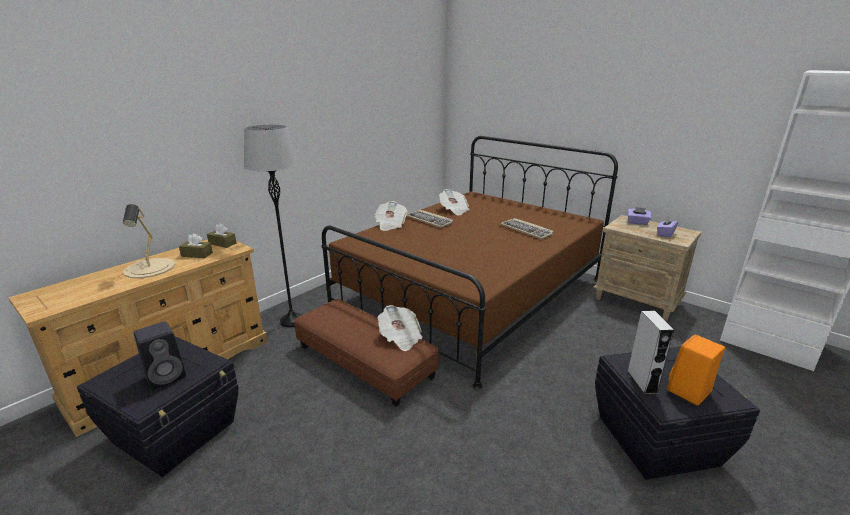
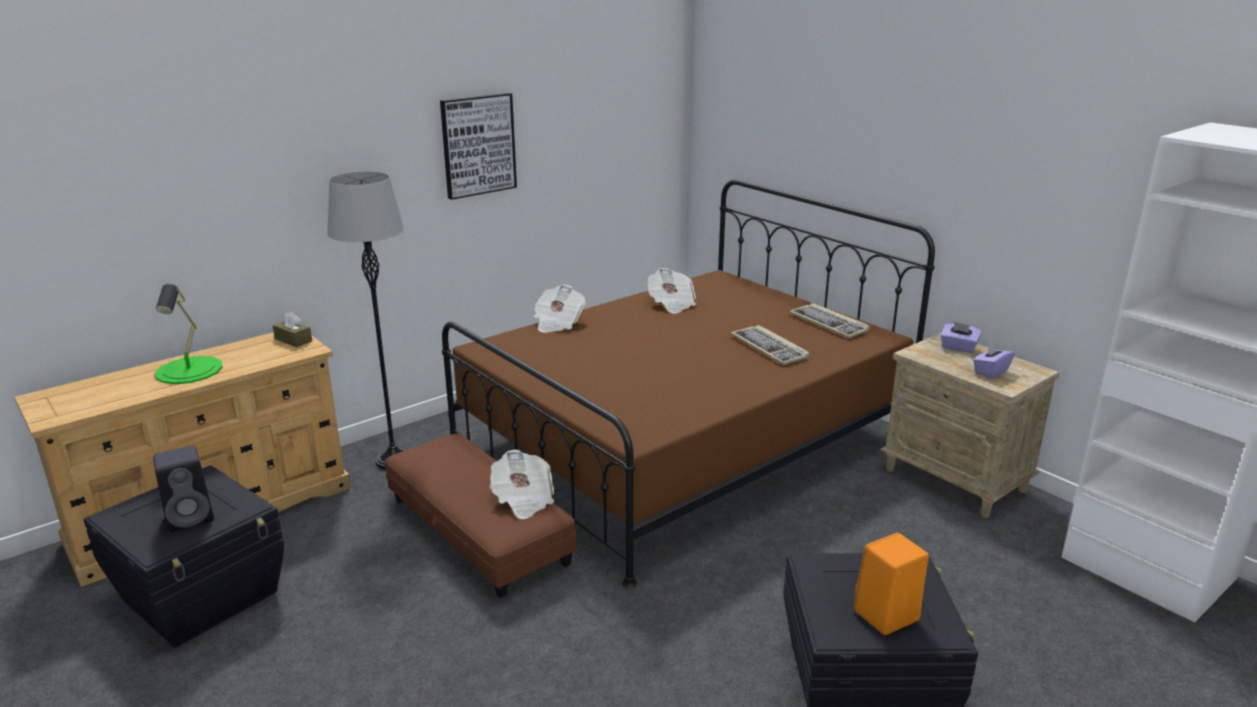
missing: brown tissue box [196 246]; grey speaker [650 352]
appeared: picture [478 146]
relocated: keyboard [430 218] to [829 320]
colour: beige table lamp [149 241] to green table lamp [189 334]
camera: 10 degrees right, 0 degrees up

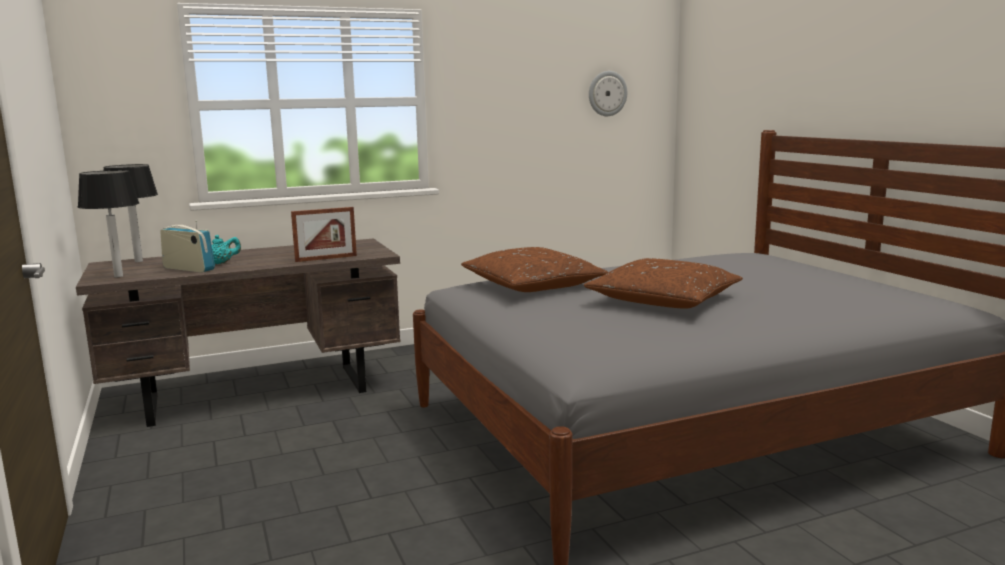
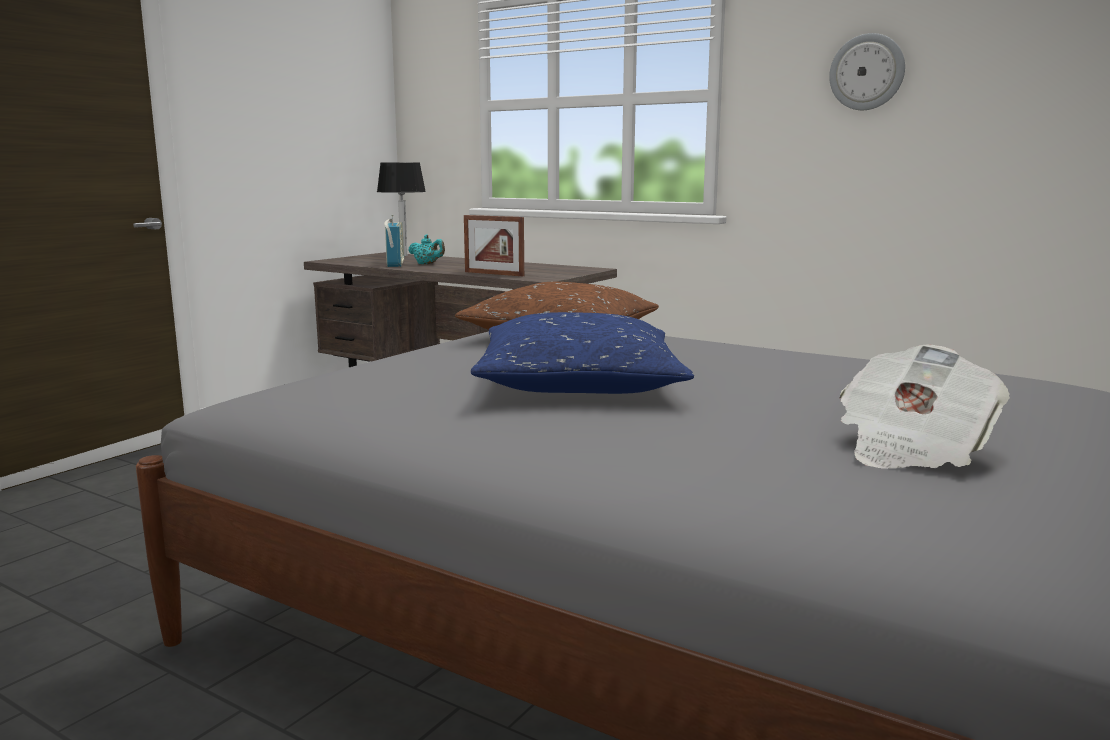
missing: table lamp [108 223]
appeared: newspaper [924 406]
relocated: wall clock [608 93] to [867 71]
colour: brown pillow [663 283] to blue pillow [582 353]
camera: 55 degrees right, 0 degrees up

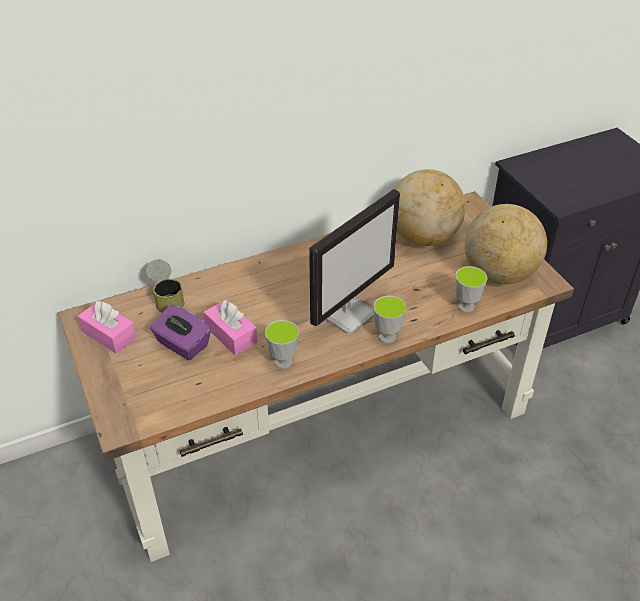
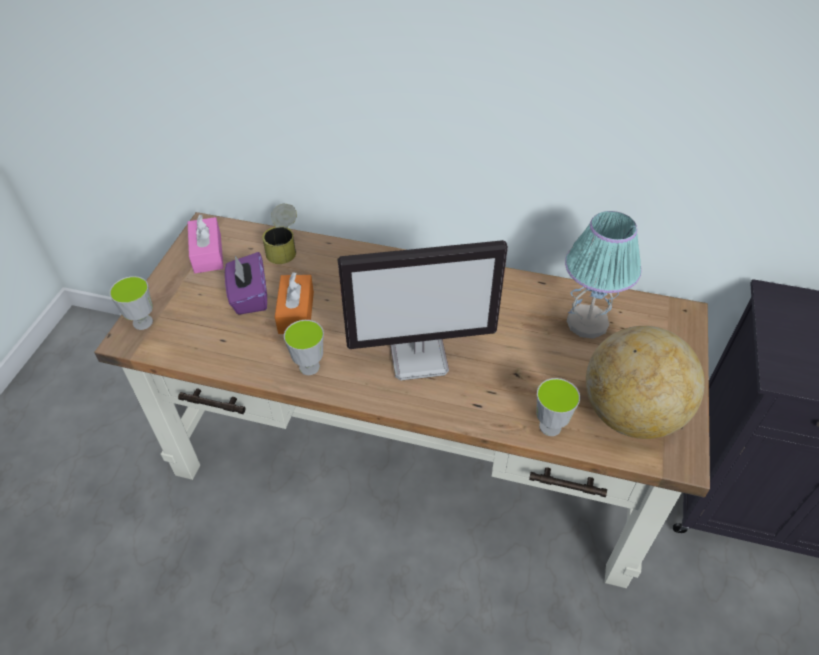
relocated: cup [389 319] to [131 303]
exchanged: globe [430 207] to table lamp [603 275]
colour: pink tissue box [230 327] to orange tissue box [294 303]
camera: 40 degrees right, 5 degrees up

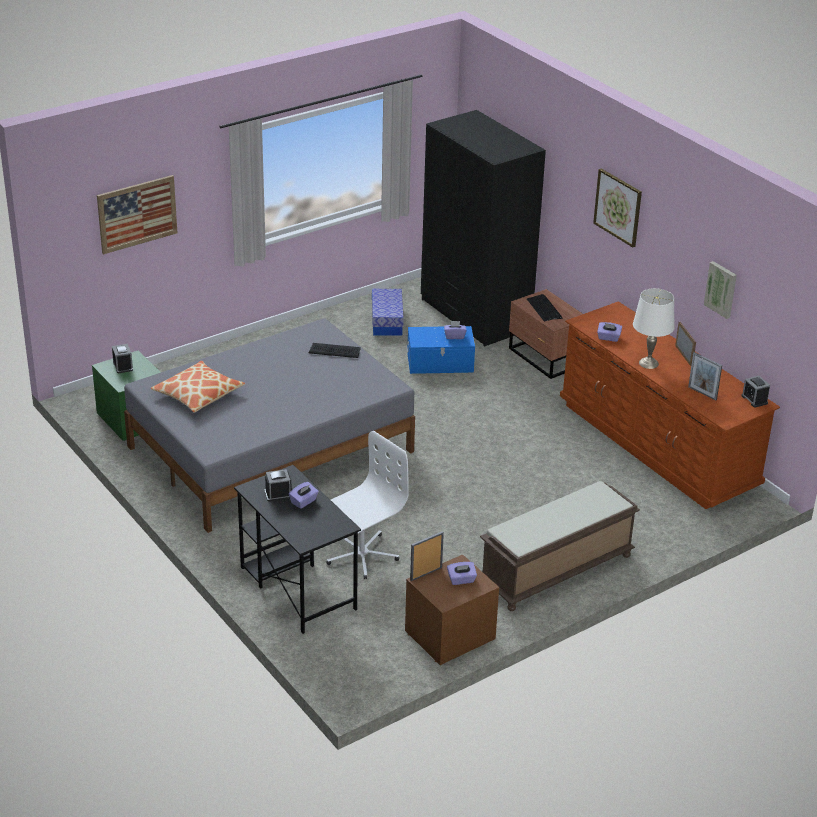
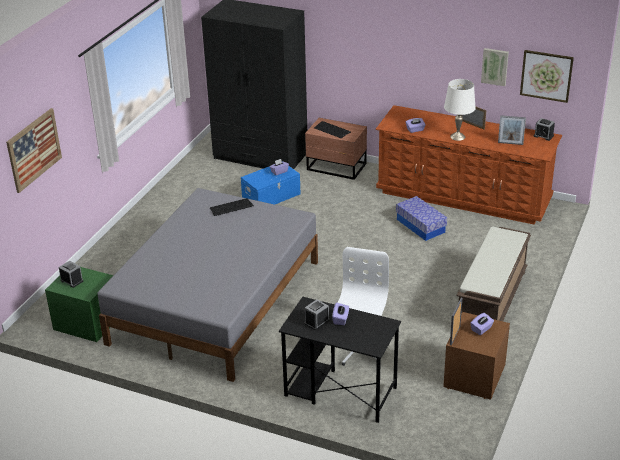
missing: pillow [198 387]
relocated: storage box [388 312] to [421 218]; picture [617 207] to [547 76]
camera: 30 degrees left, 0 degrees up

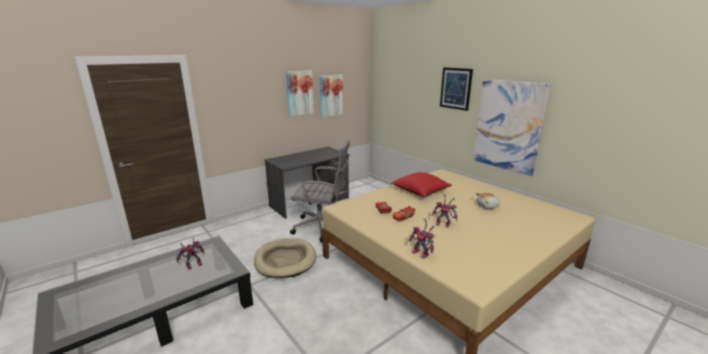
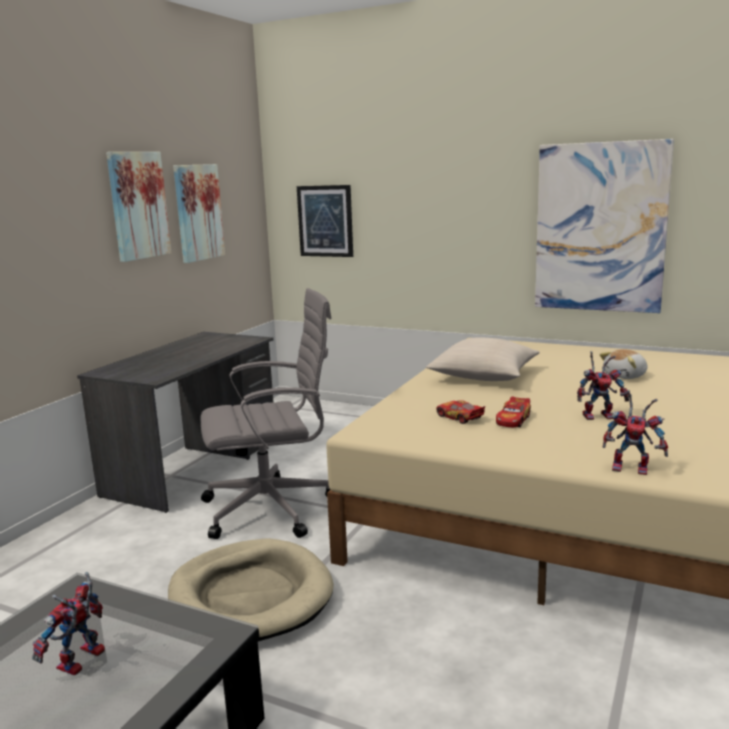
relocated: picture [456 89] to [325 221]
colour: red pillow [421 184] to beige pillow [483 359]
camera: 25 degrees left, 5 degrees down

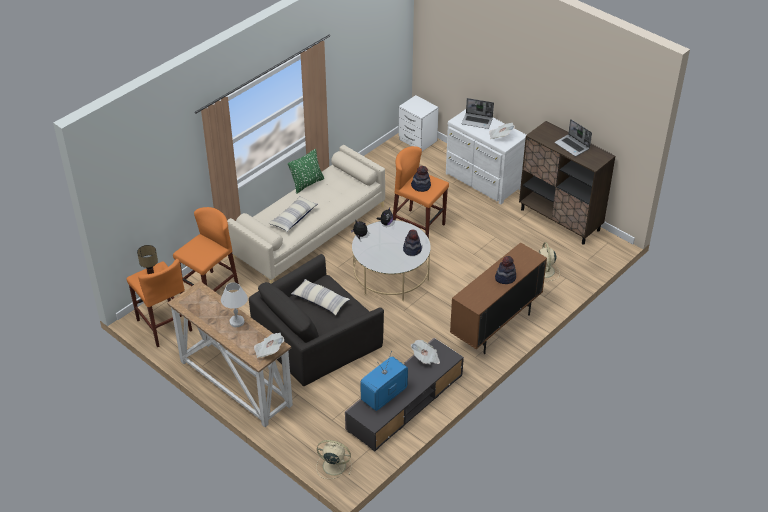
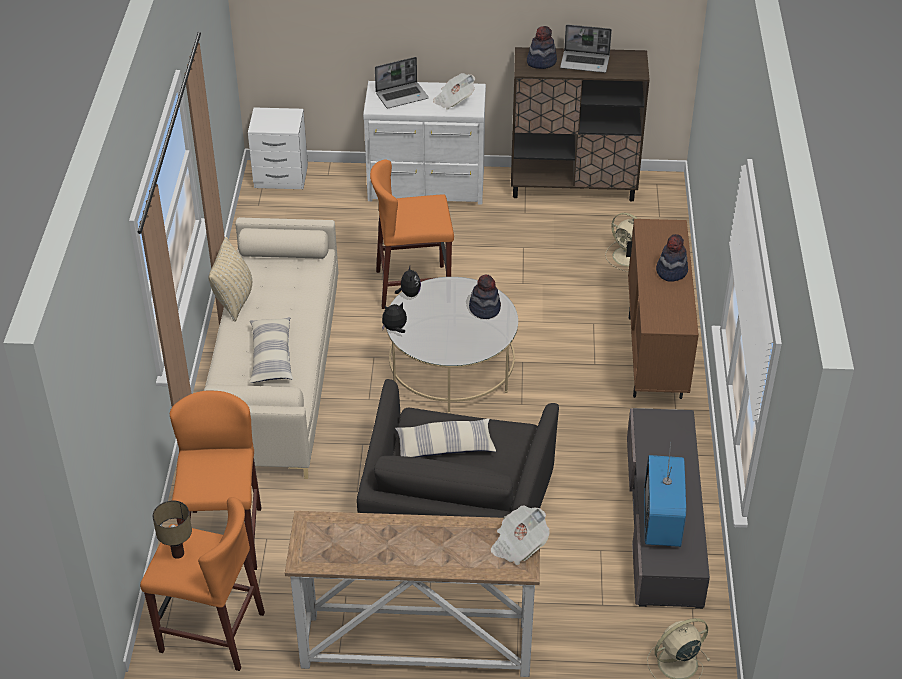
missing: white table lamp [234 304]; newspaper [425 352]
relocated: hat [421 179] to [542 47]
colour: green pillow [306 171] to beige pillow [230 279]
camera: 40 degrees left, 0 degrees up

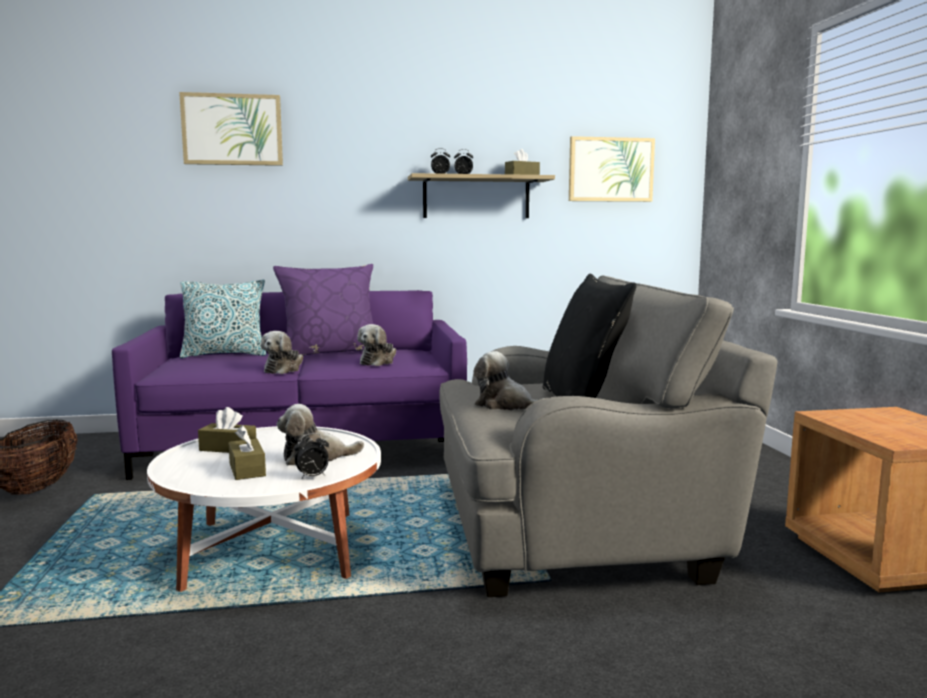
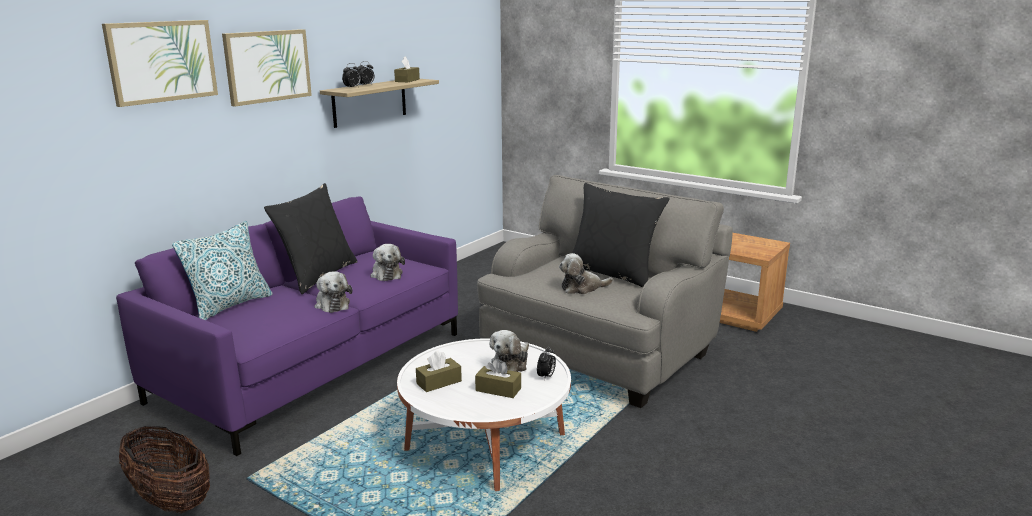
relocated: picture [612 169] to [267 68]
colour: purple pillow [323 310] to black pillow [311 238]
camera: 45 degrees left, 10 degrees up

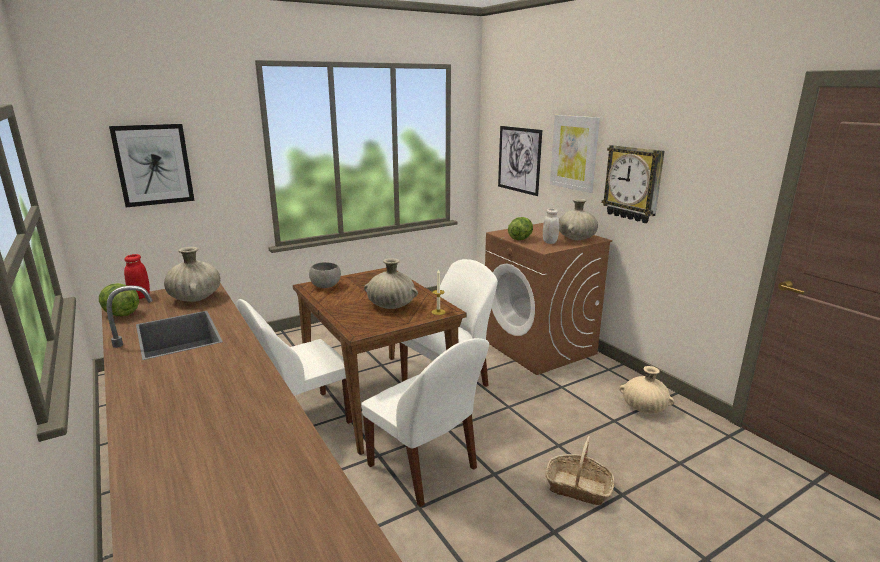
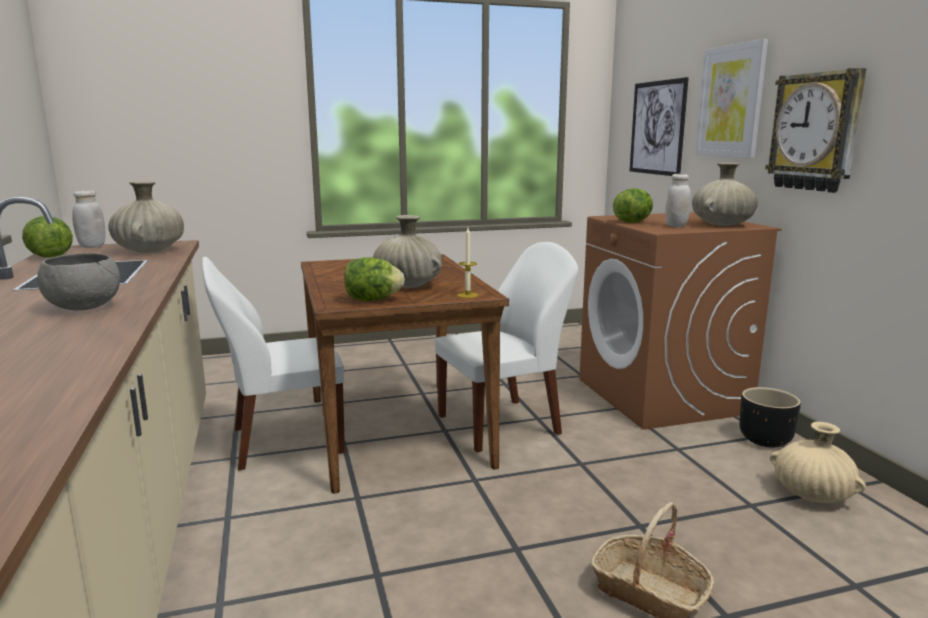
missing: picture [152 165]; white chair [425 422]
appeared: lettuce [374 279]; black planter [770 417]
relocated: grey bowl [325 275] to [78 281]
colour: red jar [137 276] to white jar [89 219]
camera: 15 degrees right, 5 degrees down

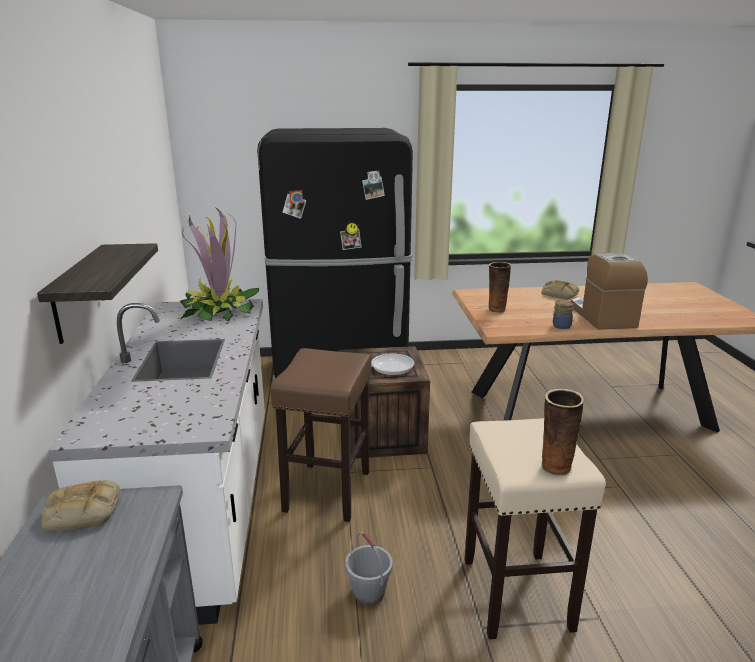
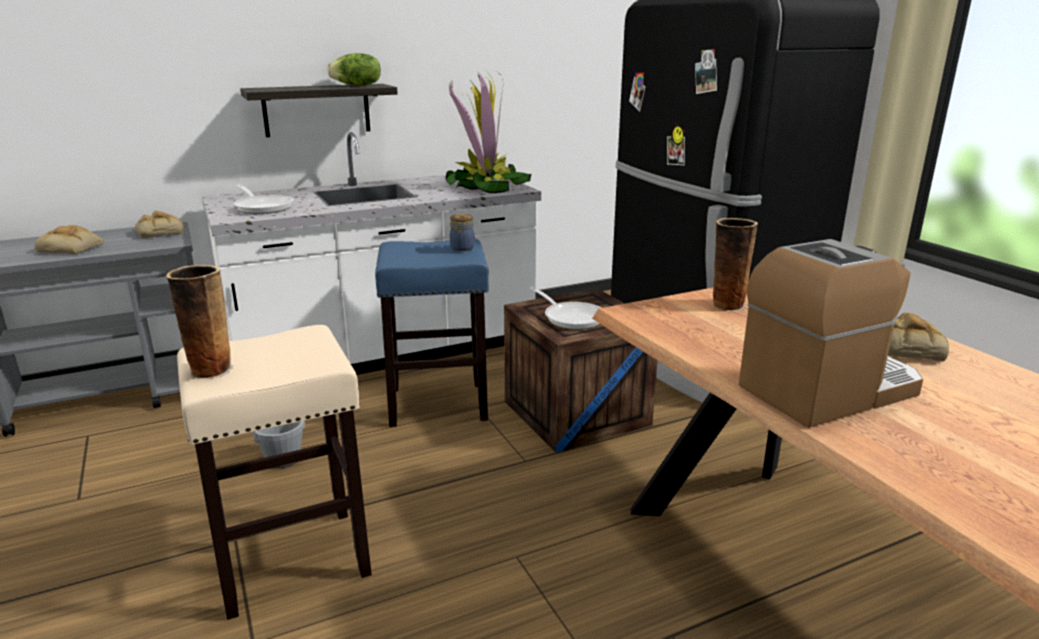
appeared: bread [69 239]; frying pan [264 199]; lettuce [354 69]
relocated: jar [563 315] to [462 232]
colour: brown stool [320 435] to blue stool [432 333]
camera: 70 degrees right, 0 degrees up

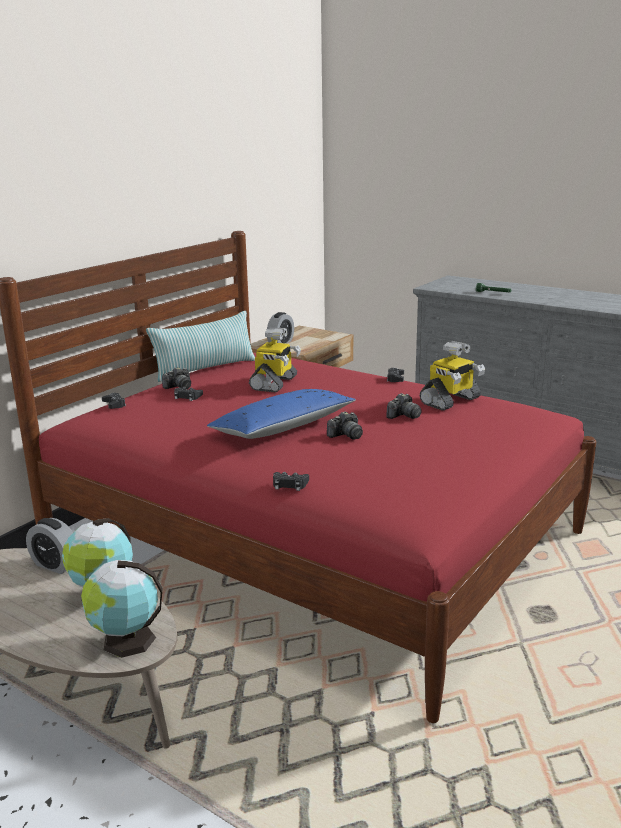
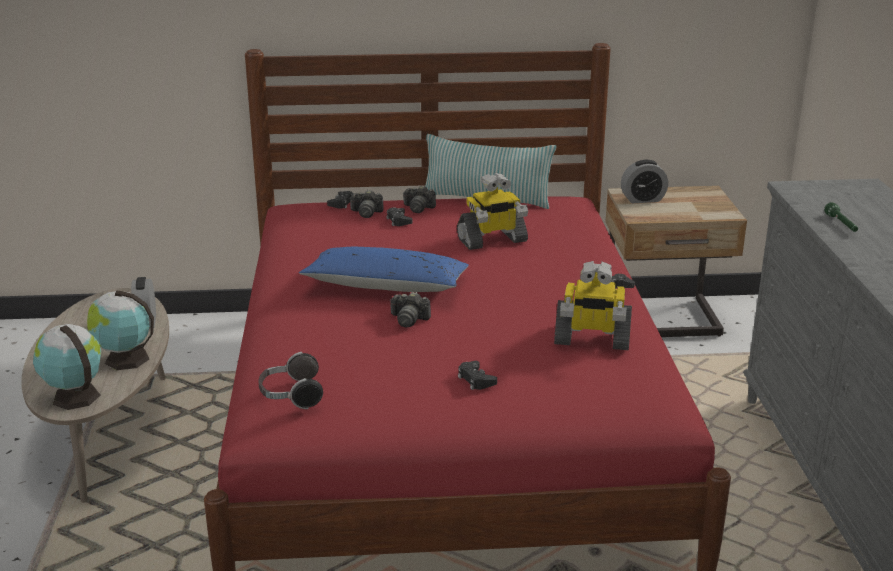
appeared: headphones [290 380]
relocated: photo camera [404 406] to [366 204]; black game controller [291 481] to [477 375]
camera: 50 degrees right, 5 degrees up

